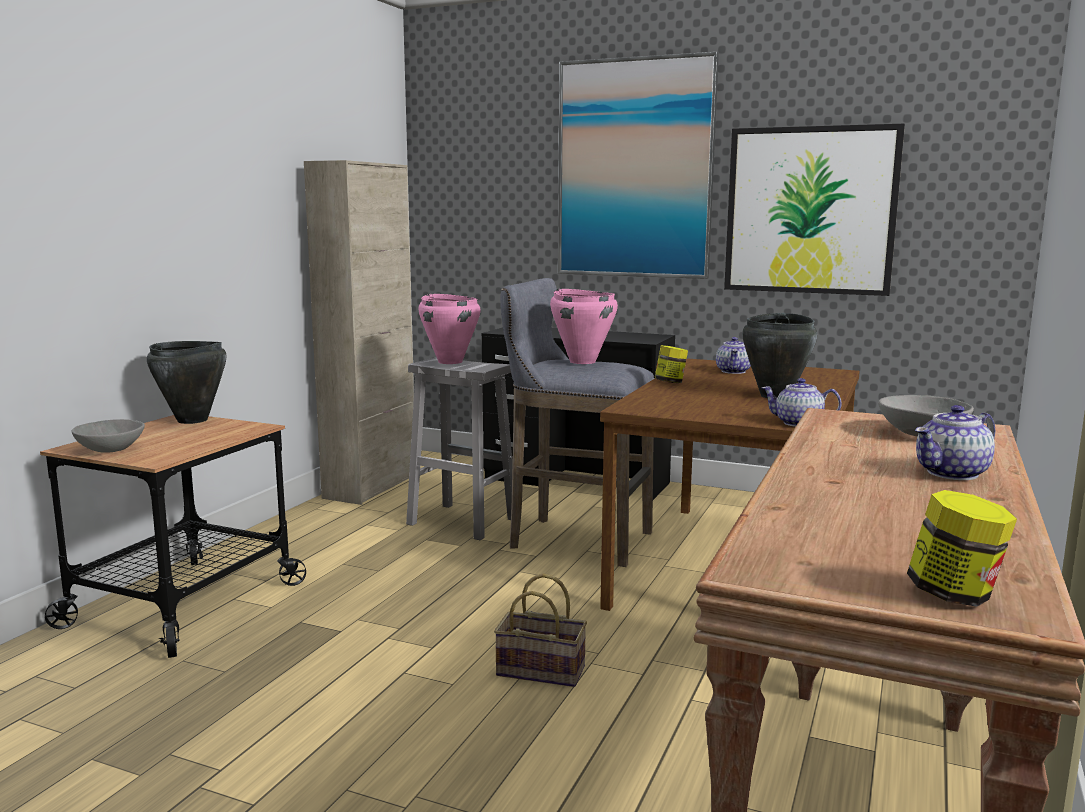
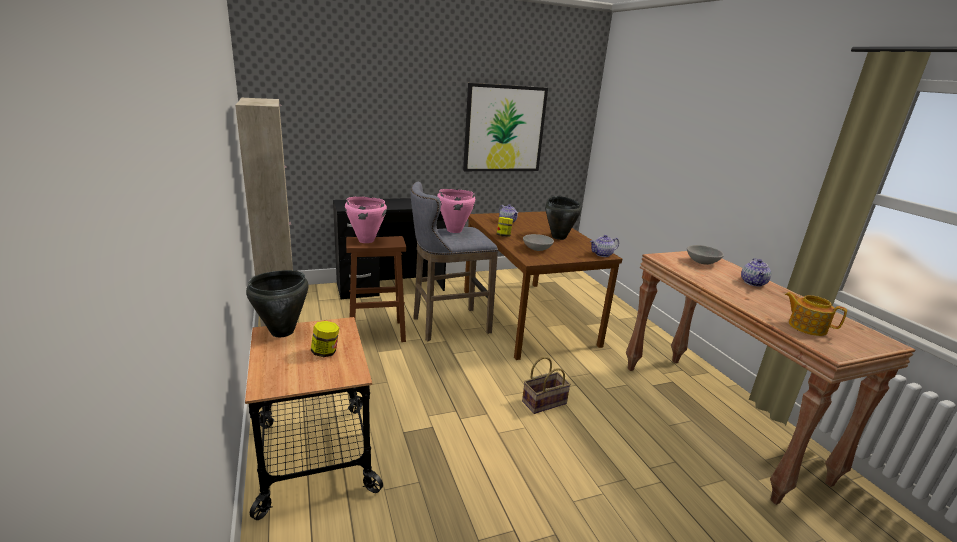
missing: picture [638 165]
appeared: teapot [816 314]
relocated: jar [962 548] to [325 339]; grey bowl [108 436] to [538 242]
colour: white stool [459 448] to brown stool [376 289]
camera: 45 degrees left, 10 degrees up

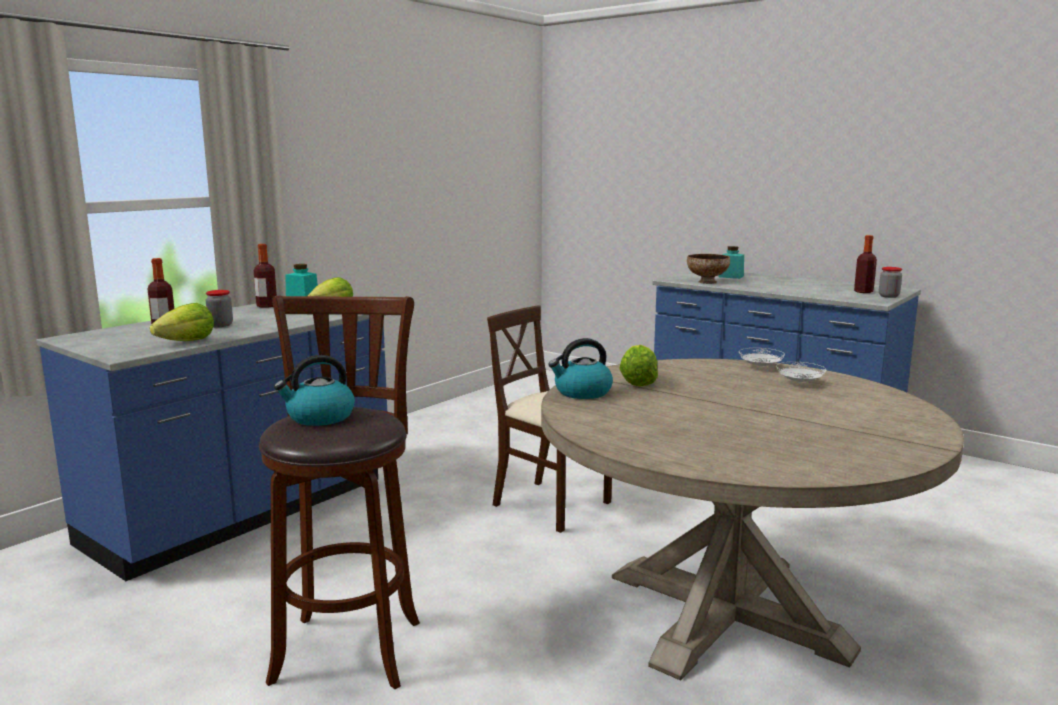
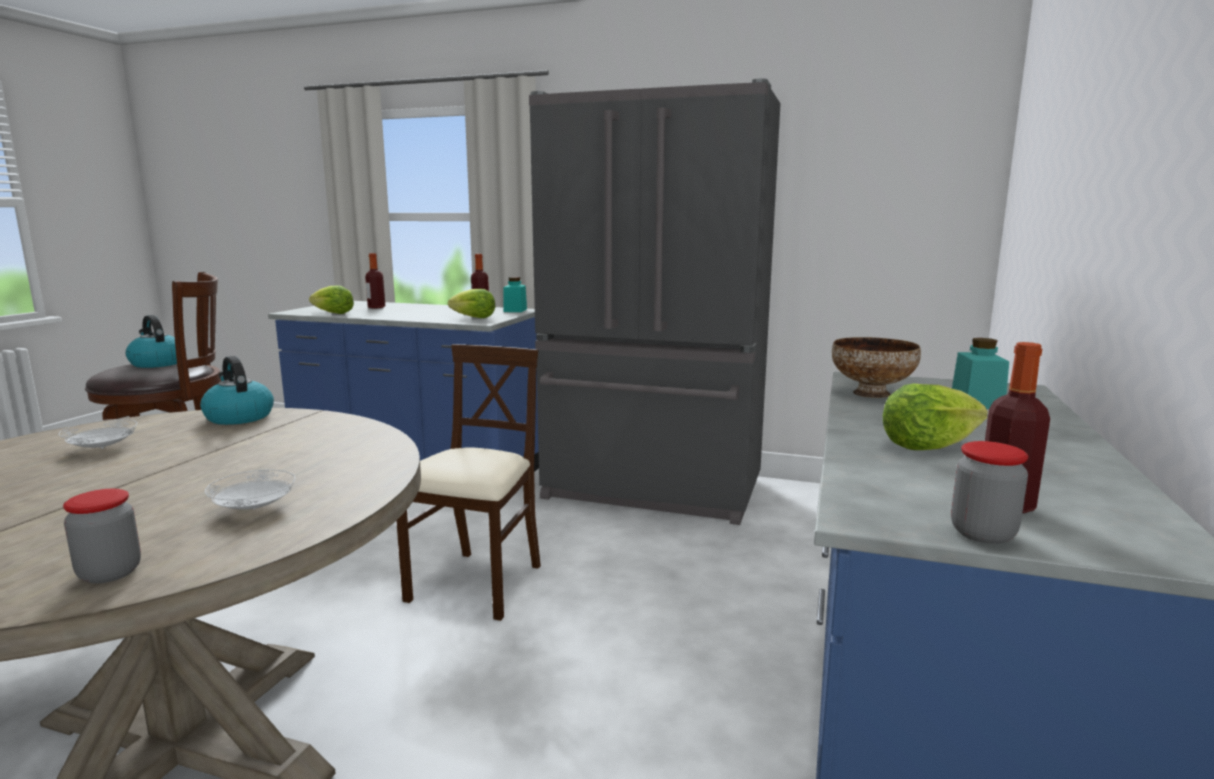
appeared: grey fridge [655 301]
relocated: white plate [762 357] to [97 434]; jar [219 308] to [102 536]; lettuce [638 366] to [935 417]
camera: 70 degrees right, 0 degrees up

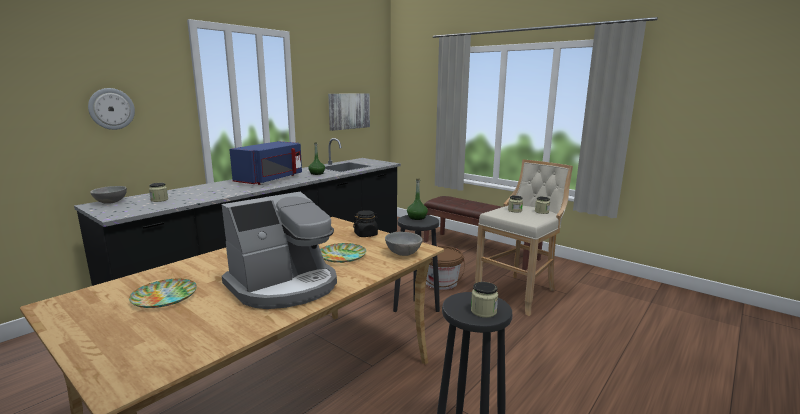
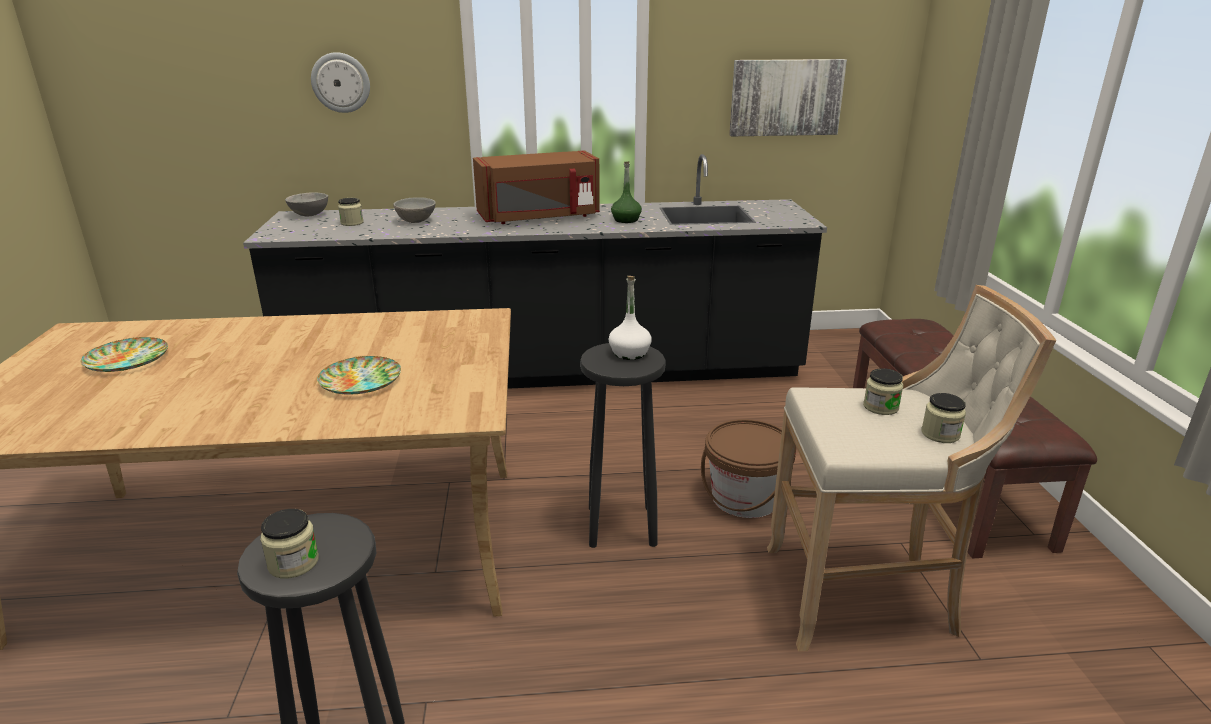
missing: coffee machine [279 250]; black jar [366 223]
relocated: grey bowl [404 244] to [414 210]
colour: blue microwave [265 163] to brown microwave [536 187]; green bottle [417 199] to white bottle [630 318]
camera: 45 degrees right, 10 degrees up

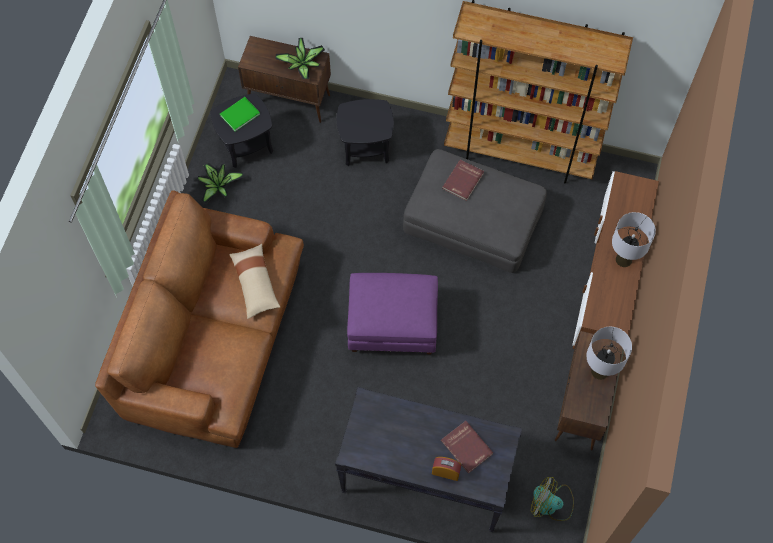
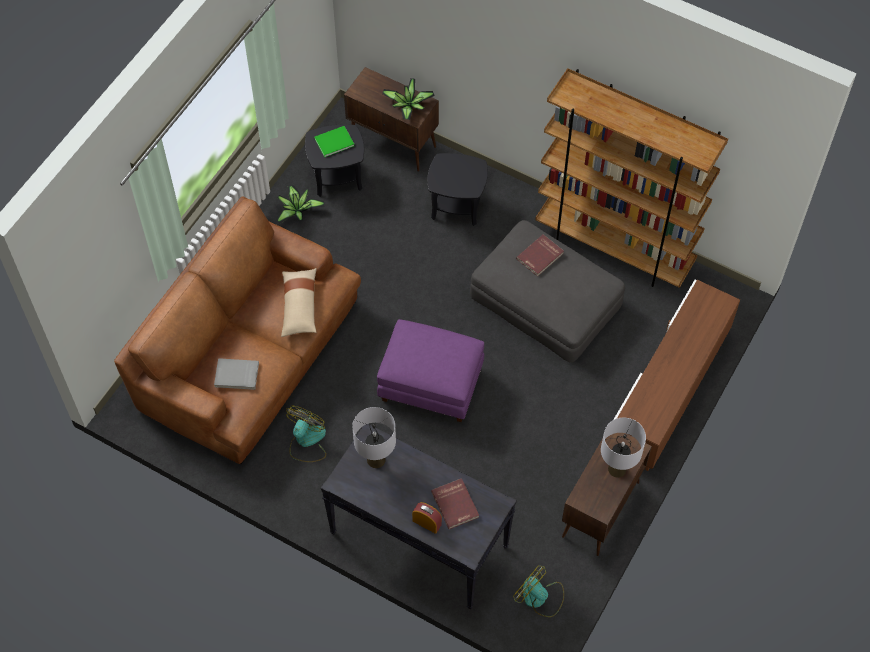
appeared: grey book [236 374]; fan [306 434]
relocated: grey table lamp [634 239] to [374 437]
camera: 15 degrees right, 5 degrees down

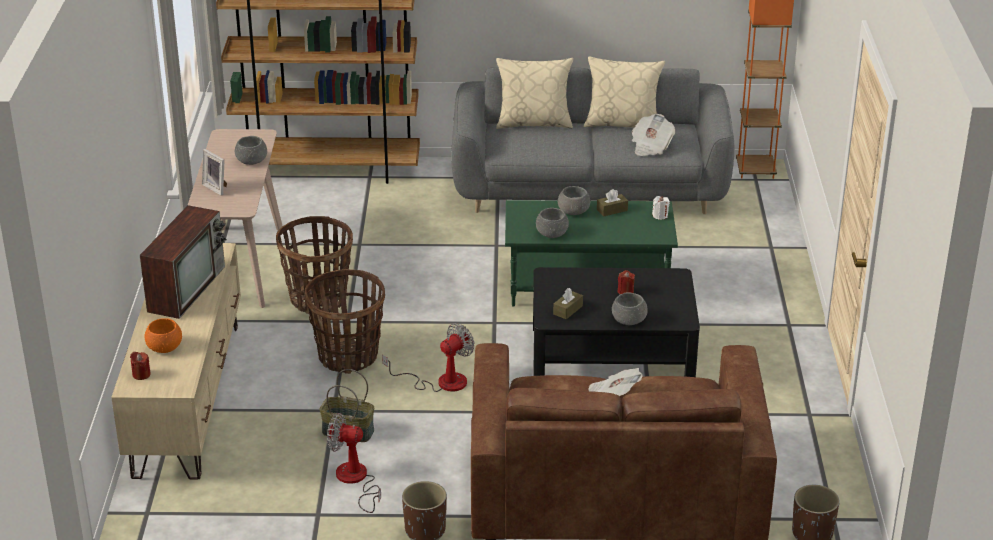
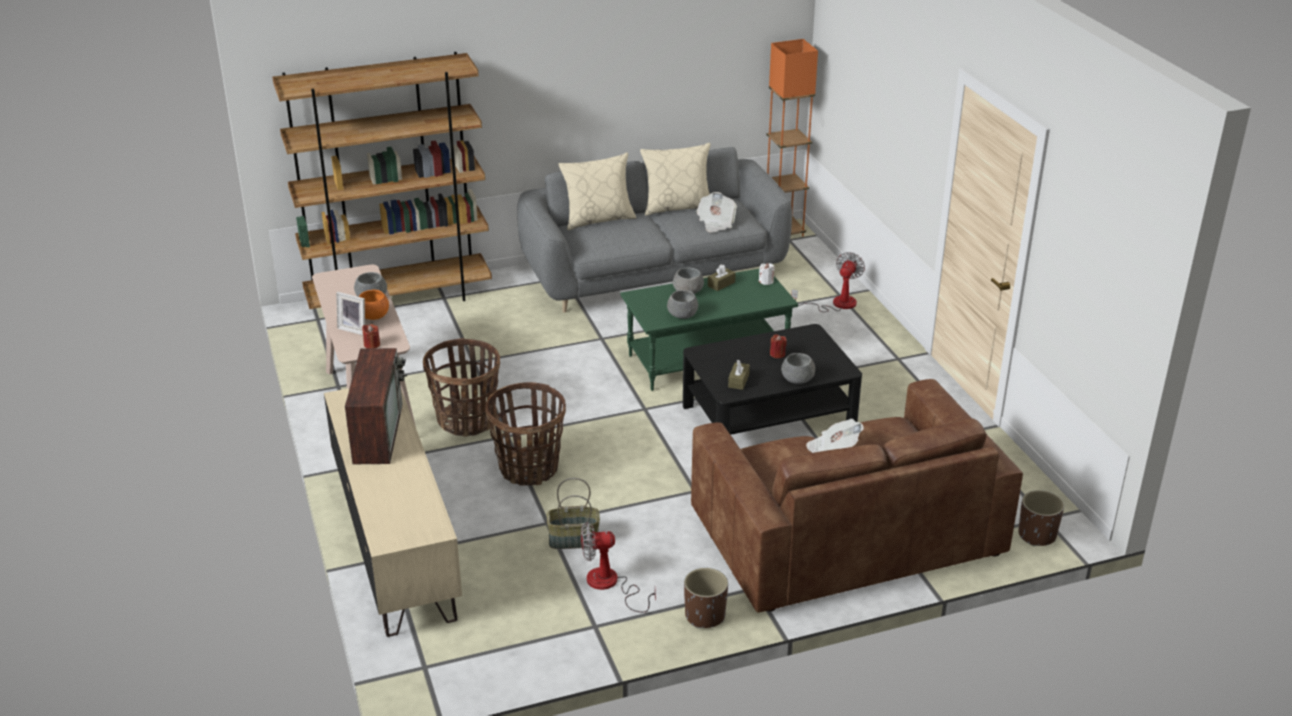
relocated: orange bowl [163 335] to [374 305]; red candle [140 366] to [371 336]; fan [428 357] to [828 282]
camera: 20 degrees left, 0 degrees up

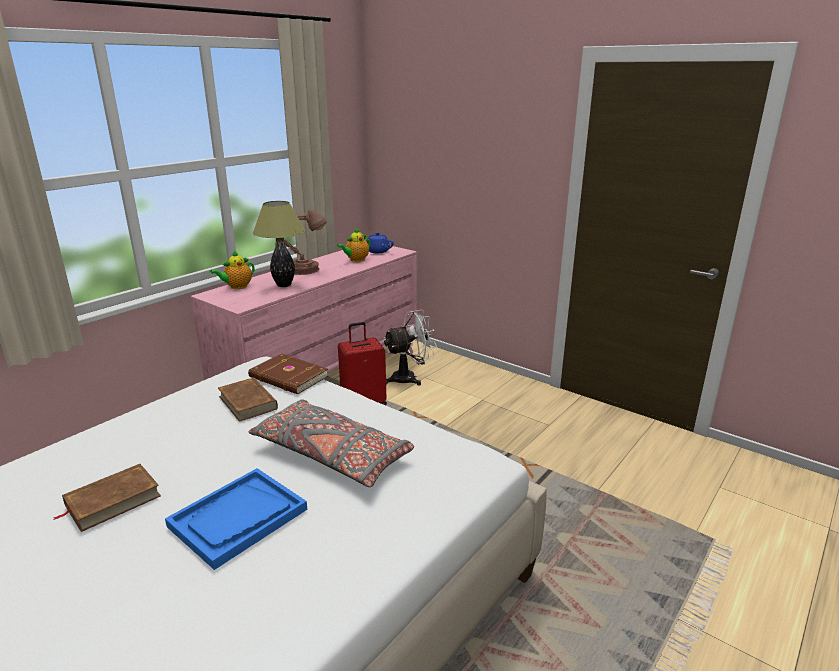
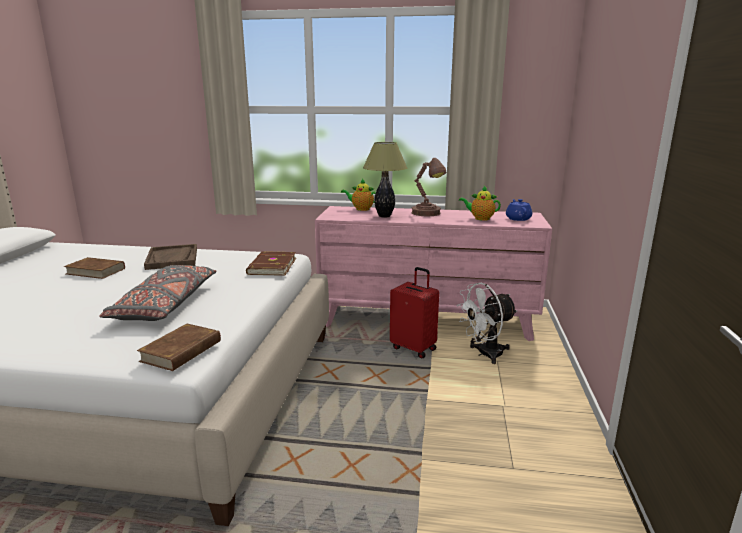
missing: blue tray [236 519]
appeared: brown tray [170 257]
relocated: brown book [248 399] to [179 347]
spun: white fan [410 348] = [486 323] 120 degrees clockwise
camera: 60 degrees right, 5 degrees down

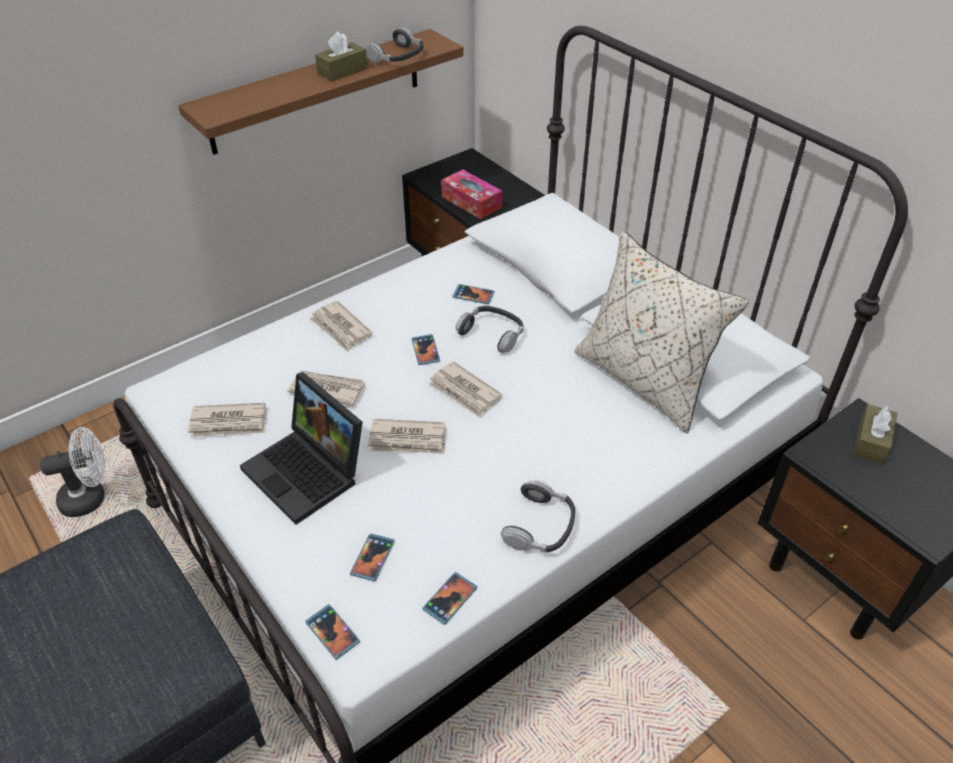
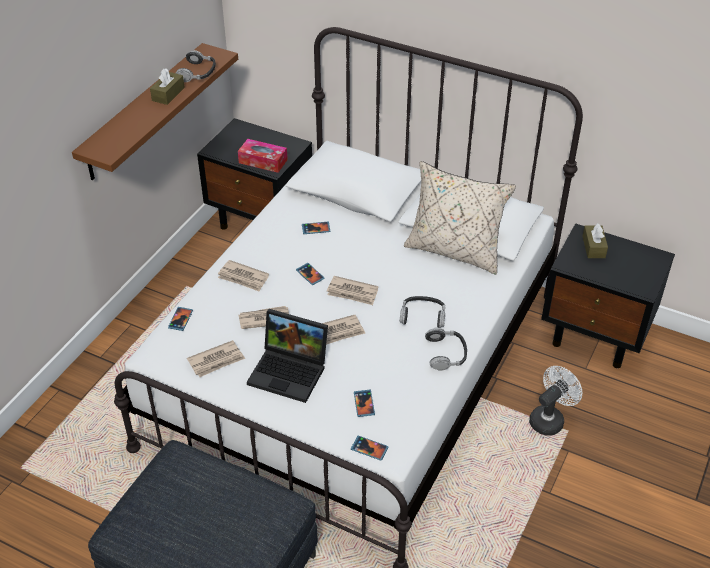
relocated: phone [449 598] to [180 319]; headphones [489 329] to [422 312]; white fan [72 472] to [555 401]
camera: 25 degrees left, 0 degrees up

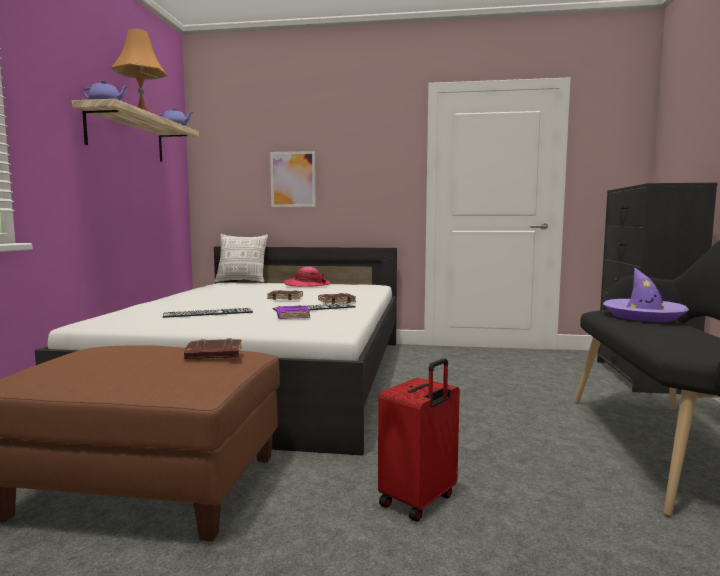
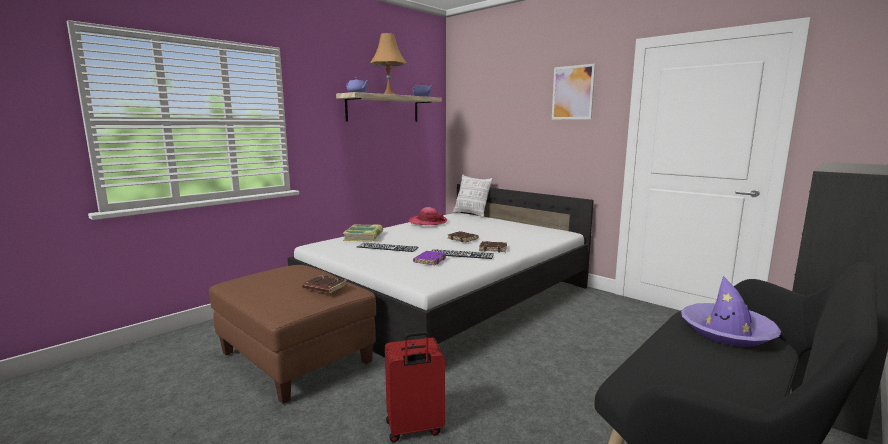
appeared: book [363 233]
relocated: hat [307 277] to [428 216]; picture [292 179] to [573 91]
camera: 35 degrees right, 5 degrees up

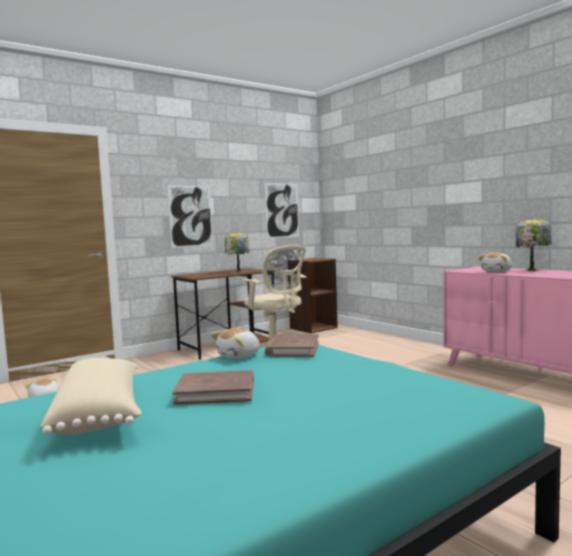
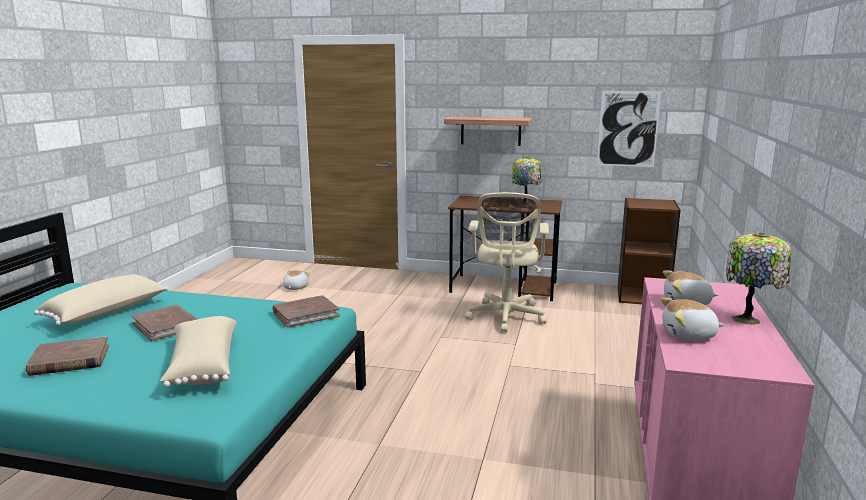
appeared: brown book [67 356]; beige pillow [198 351]
relocated: plush toy [235 343] to [692 319]
exchanged: picture [190 216] to shelf [488 131]
camera: 50 degrees right, 10 degrees up

